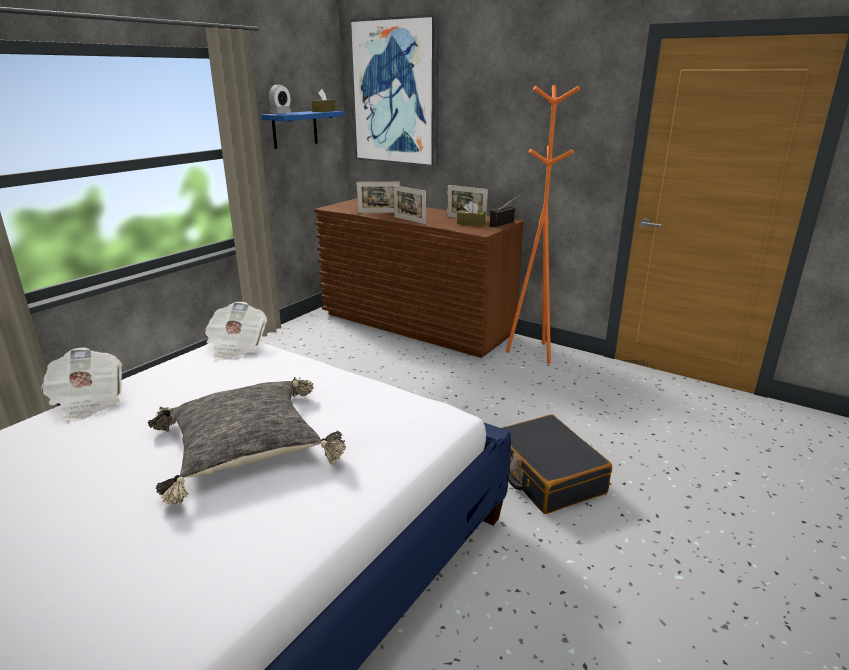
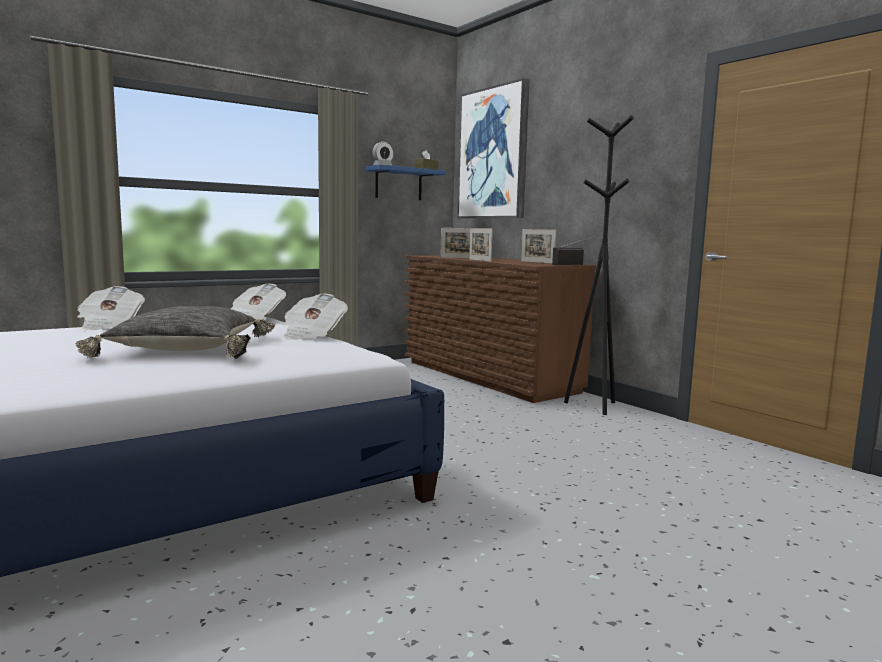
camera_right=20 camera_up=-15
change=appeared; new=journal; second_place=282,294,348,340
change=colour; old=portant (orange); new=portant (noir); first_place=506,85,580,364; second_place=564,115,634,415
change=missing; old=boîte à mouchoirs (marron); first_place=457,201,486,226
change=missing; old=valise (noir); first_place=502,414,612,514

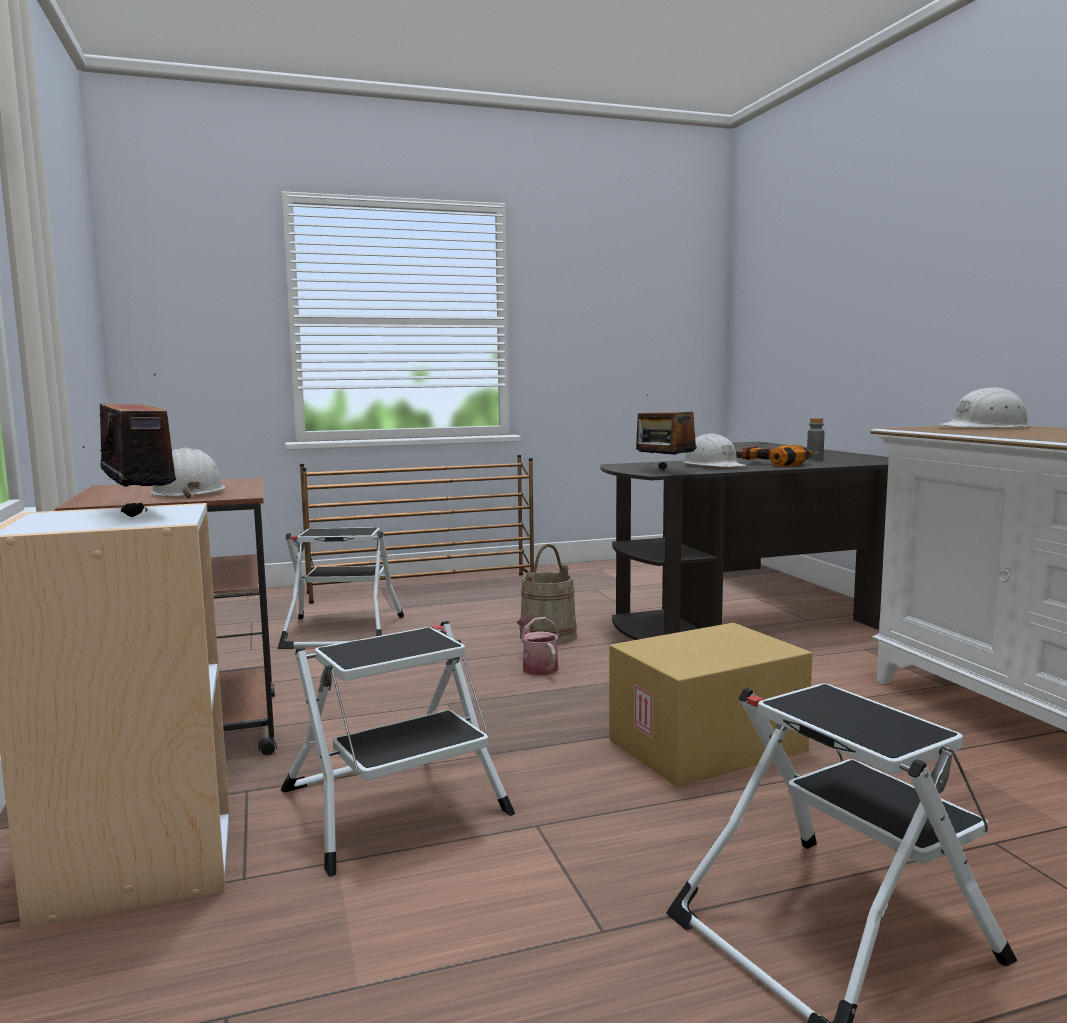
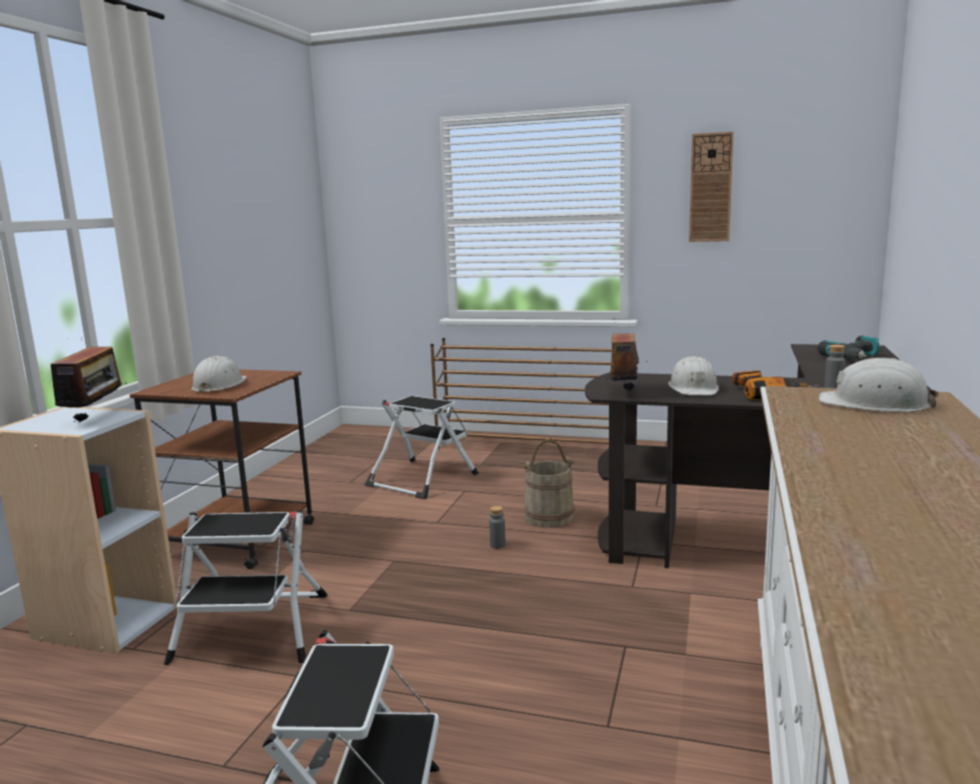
camera_right=35 camera_up=5
change=exchanged; old=arrosoir; new=bouteille (gris); first_place=517,617,559,675; second_place=489,506,506,549
change=appeared; new=horloge murale; second_place=689,131,734,242
change=appeared; new=perceuse; second_place=818,335,879,360
change=missing; old=carton; first_place=609,623,812,787

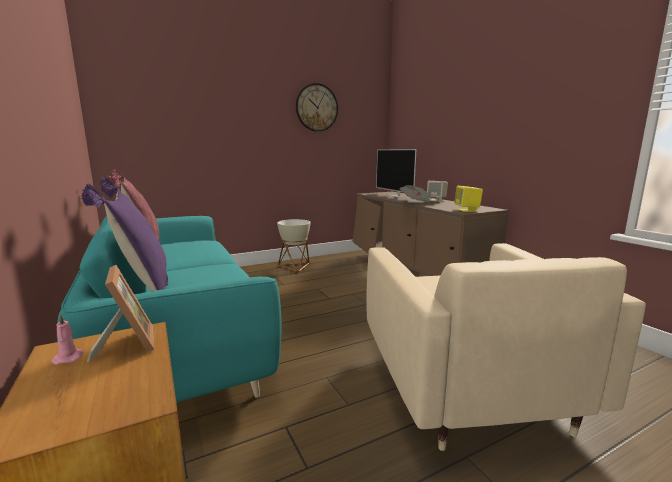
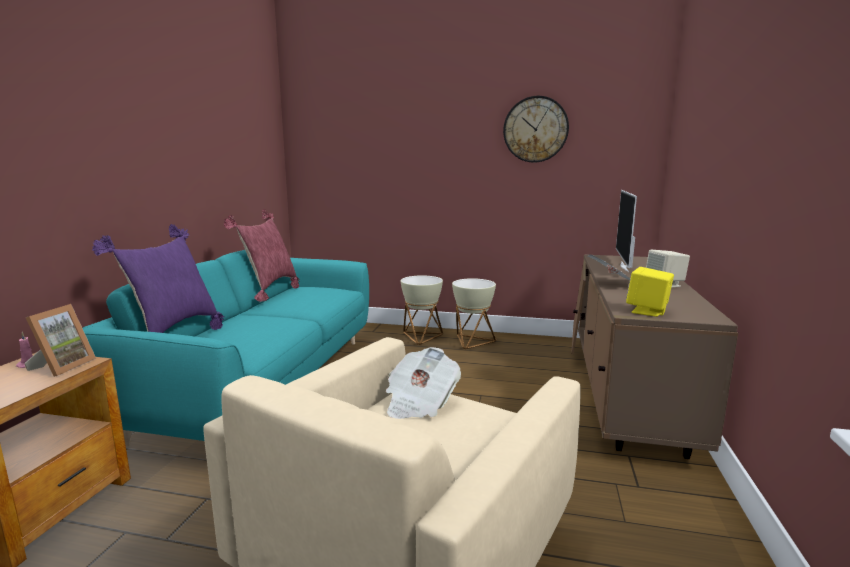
camera_right=40 camera_up=0
change=appeared; new=journal; second_place=386,347,461,419
change=appeared; new=cache-pot; second_place=401,275,443,345

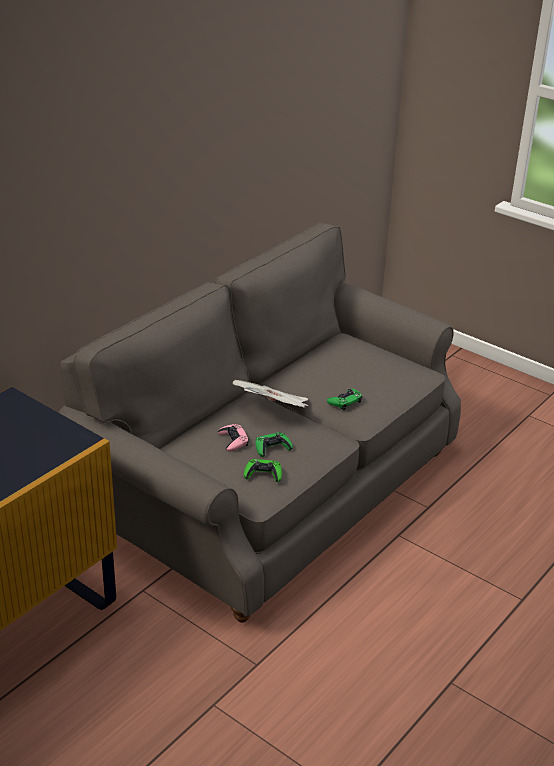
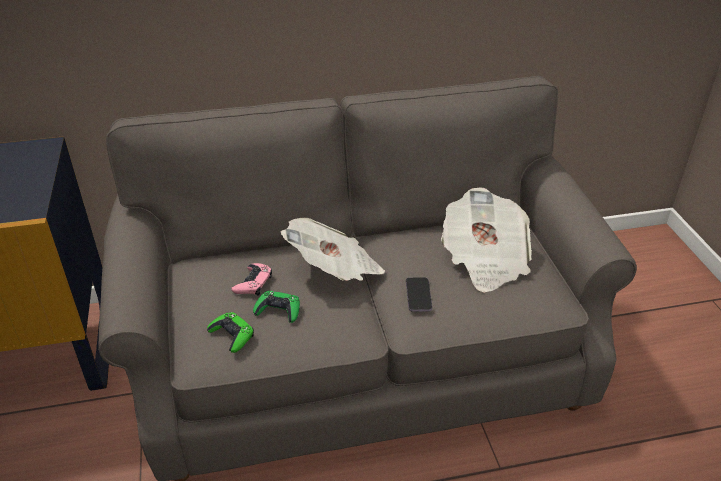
camera_right=40 camera_up=5
change=exchanged; old=manette (vert); new=téléphone; first_place=327,388,362,411; second_place=406,277,432,312
change=appeared; new=journal; second_place=441,187,532,293

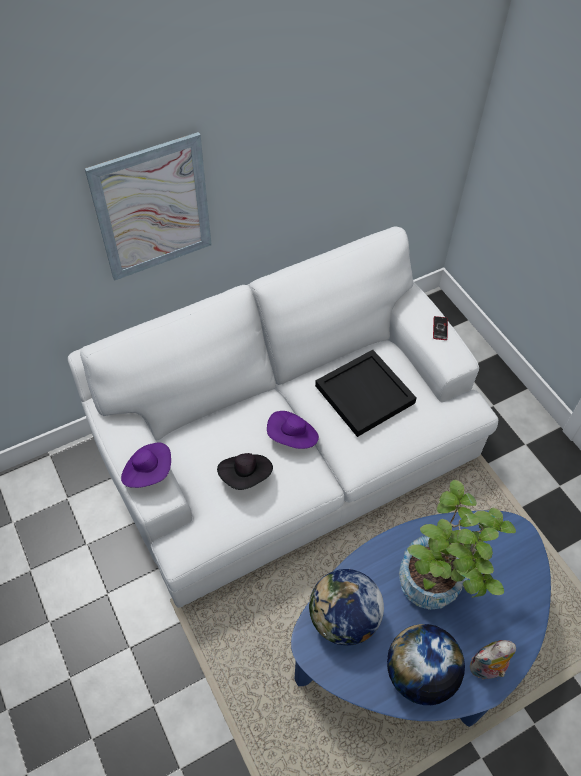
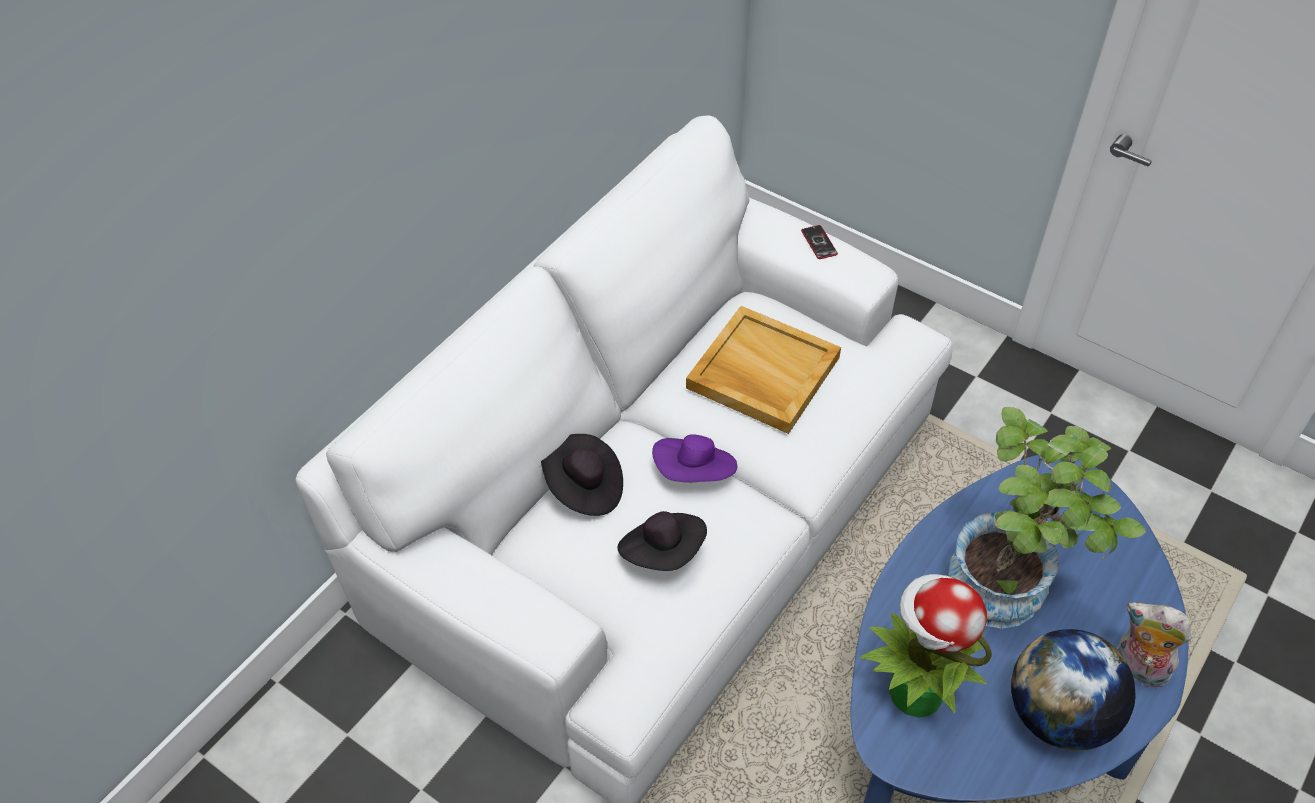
camera_right=-25 camera_up=-5
change=appeared; new=chapeau (noir); second_place=541,434,623,516
change=colour; old=plateau (noir); new=plateau (beige); first_place=315,350,417,437; second_place=686,306,841,434
change=exchanged; old=globe; new=plante en pot; first_place=309,569,384,646; second_place=860,574,992,718
change=spun; old=peluche; first_place=470,640,516,679; second_place=1116,602,1191,688; degrees=75
change=missing; old=tableau; first_place=85,132,212,281
change=missing; old=chapeau (violet); first_place=121,443,171,488

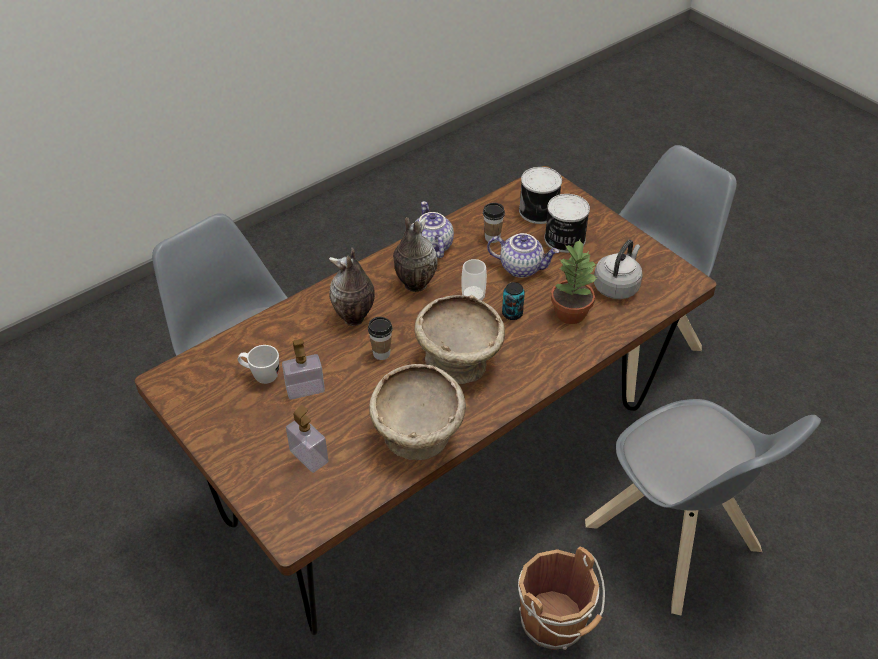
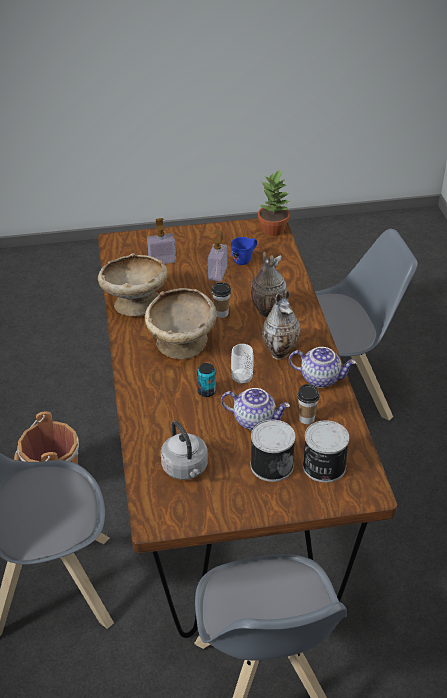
camera_right=120 camera_up=-5
change=spun; old=théière; first_place=487,233,559,278; second_place=221,388,290,430; degrees=-120
change=colour; old=mug (blanc); new=mug (bleu); first_place=238,345,279,384; second_place=231,237,257,265
change=relocated; old=plante en pot; first_place=551,239,598,324; second_place=258,170,290,236

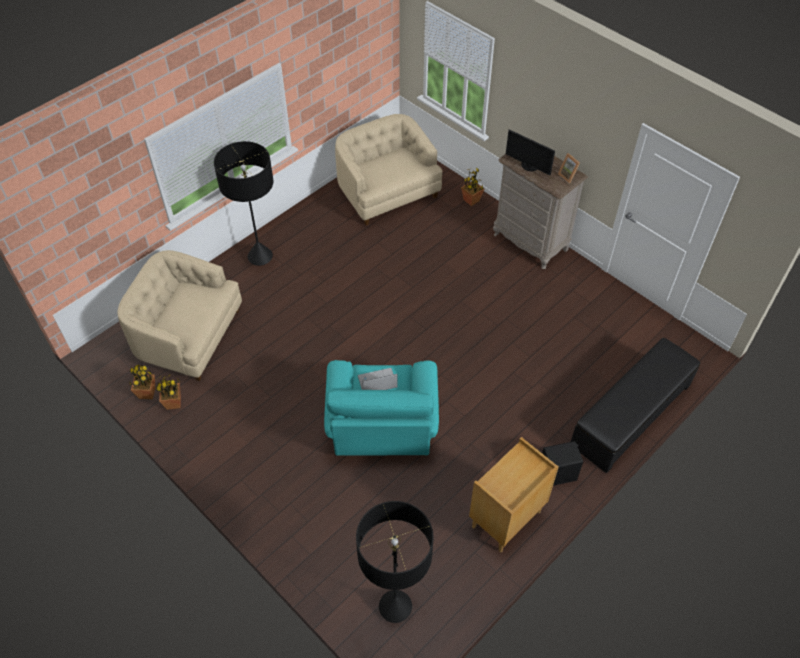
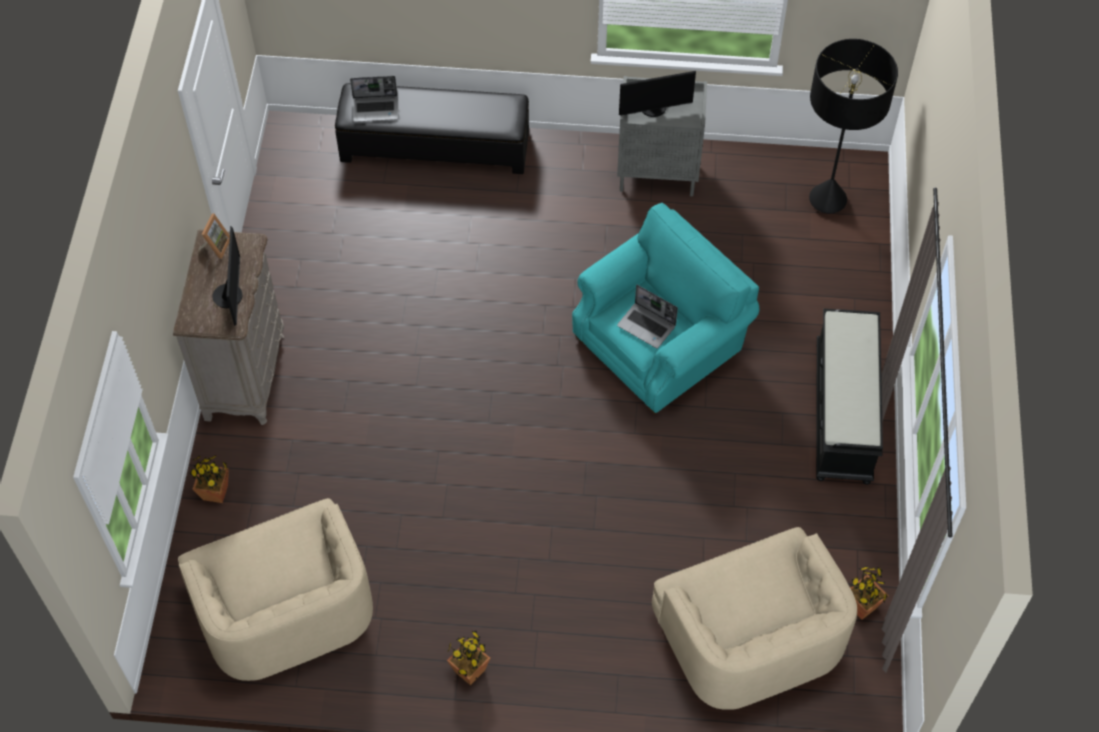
camera_right=-130 camera_up=5
change=spun; old=fauteuil (beige); first_place=335,114,443,225; second_place=178,498,373,681; degrees=-45
change=appeared; new=ordinateur portable; second_place=350,76,398,122
change=relocated; old=plante en pot; first_place=156,374,181,410; second_place=447,631,490,685
change=colour; old=meuble de rangement (marron); new=meuble de rangement (gris); first_place=469,437,558,553; second_place=617,76,707,196
change=appeared; new=écran d'ordinateur; second_place=619,71,696,117
change=appeared; new=banc (noir); second_place=816,309,883,485
change=missing; old=lampadaire (noir); first_place=214,141,273,266
change=missing; old=enceinte (noir); first_place=542,441,583,486

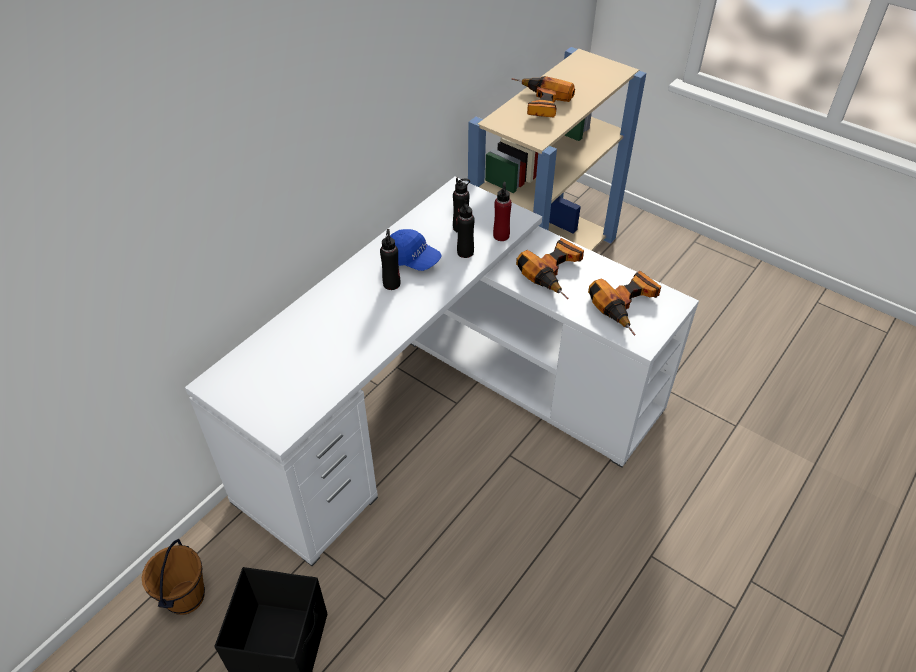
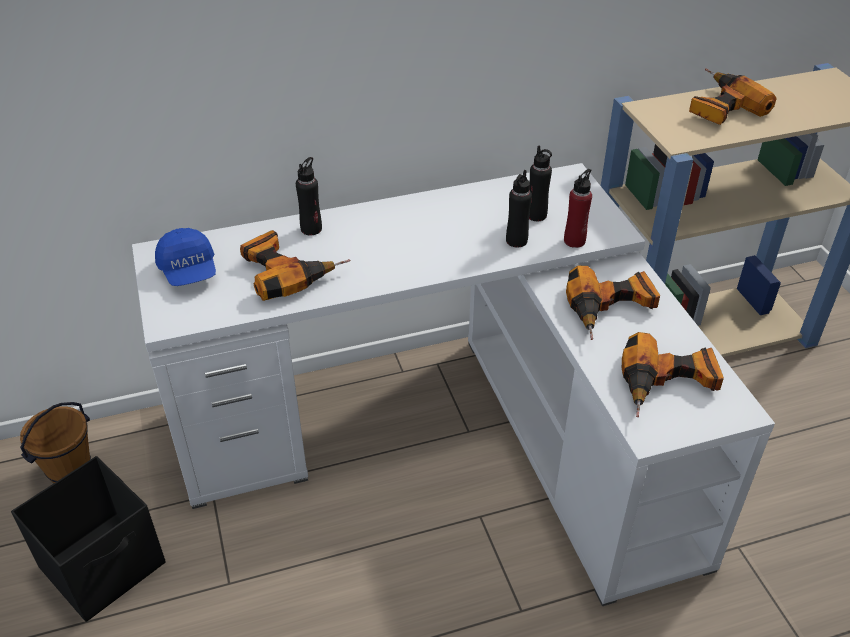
camera_right=35 camera_up=-5
change=relocated; old=casquette (bleu); first_place=390,229,441,271; second_place=155,228,216,286
change=appeared; new=perceuse; second_place=240,230,350,301
change=relocated; old=bouteille (noir); first_place=380,229,400,290; second_place=296,157,322,235

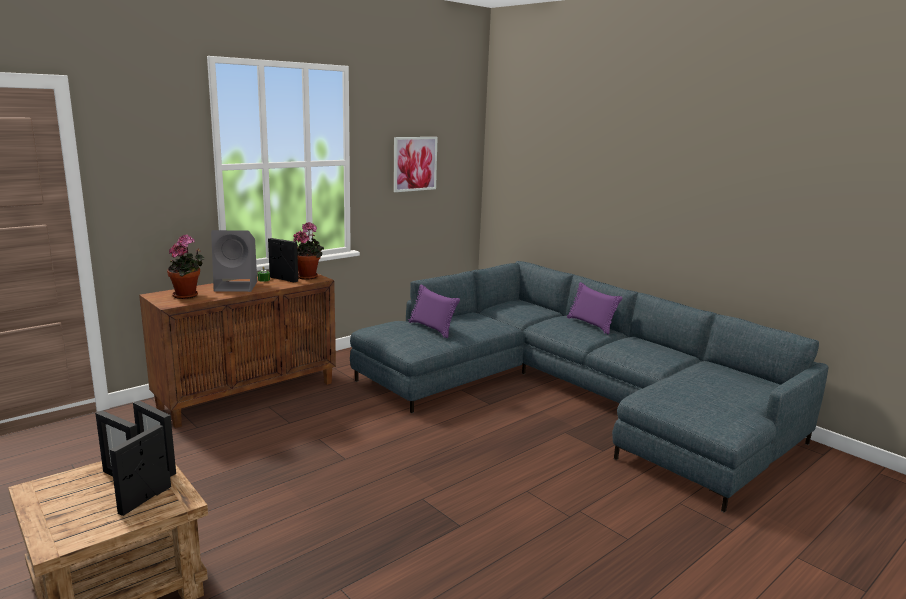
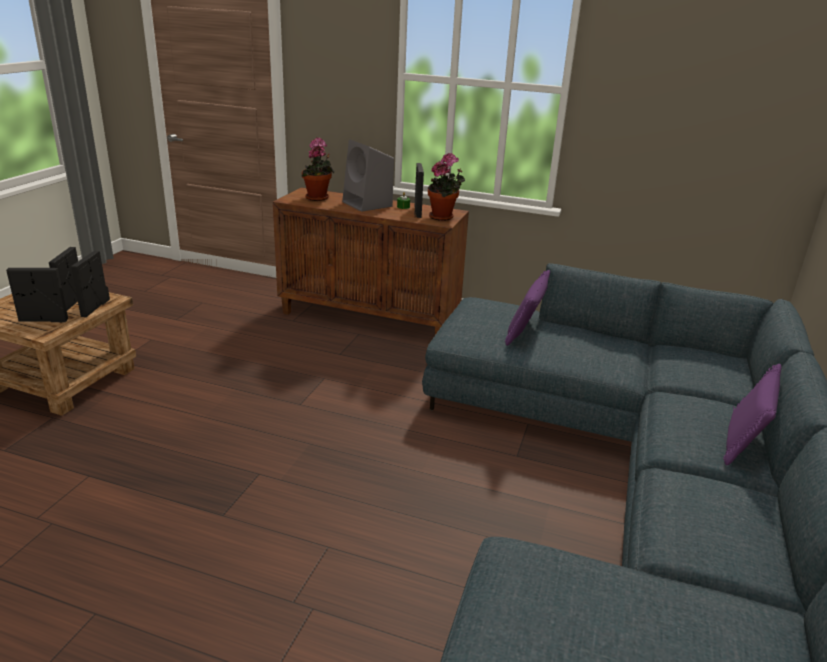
camera_right=60 camera_up=10
change=missing; old=tableau; first_place=393,137,438,192

